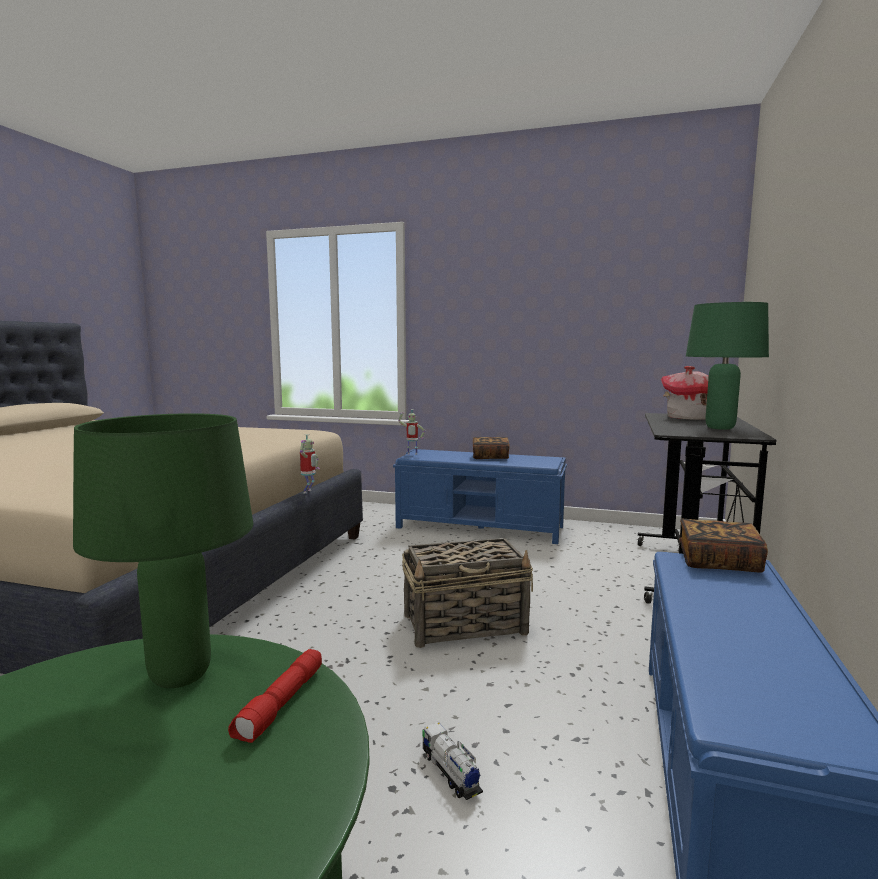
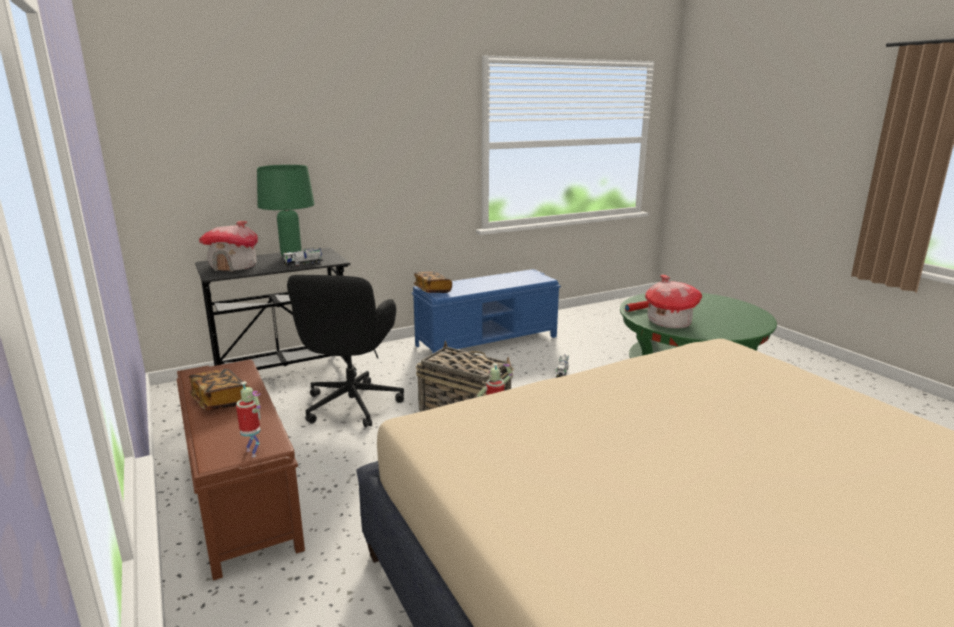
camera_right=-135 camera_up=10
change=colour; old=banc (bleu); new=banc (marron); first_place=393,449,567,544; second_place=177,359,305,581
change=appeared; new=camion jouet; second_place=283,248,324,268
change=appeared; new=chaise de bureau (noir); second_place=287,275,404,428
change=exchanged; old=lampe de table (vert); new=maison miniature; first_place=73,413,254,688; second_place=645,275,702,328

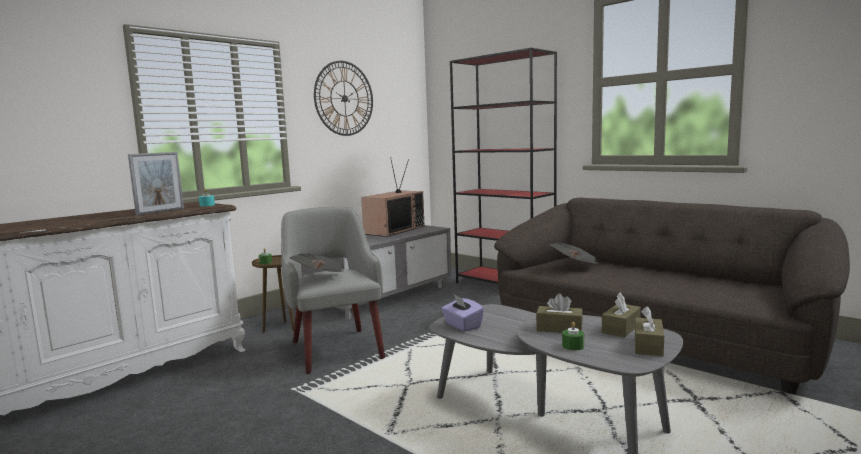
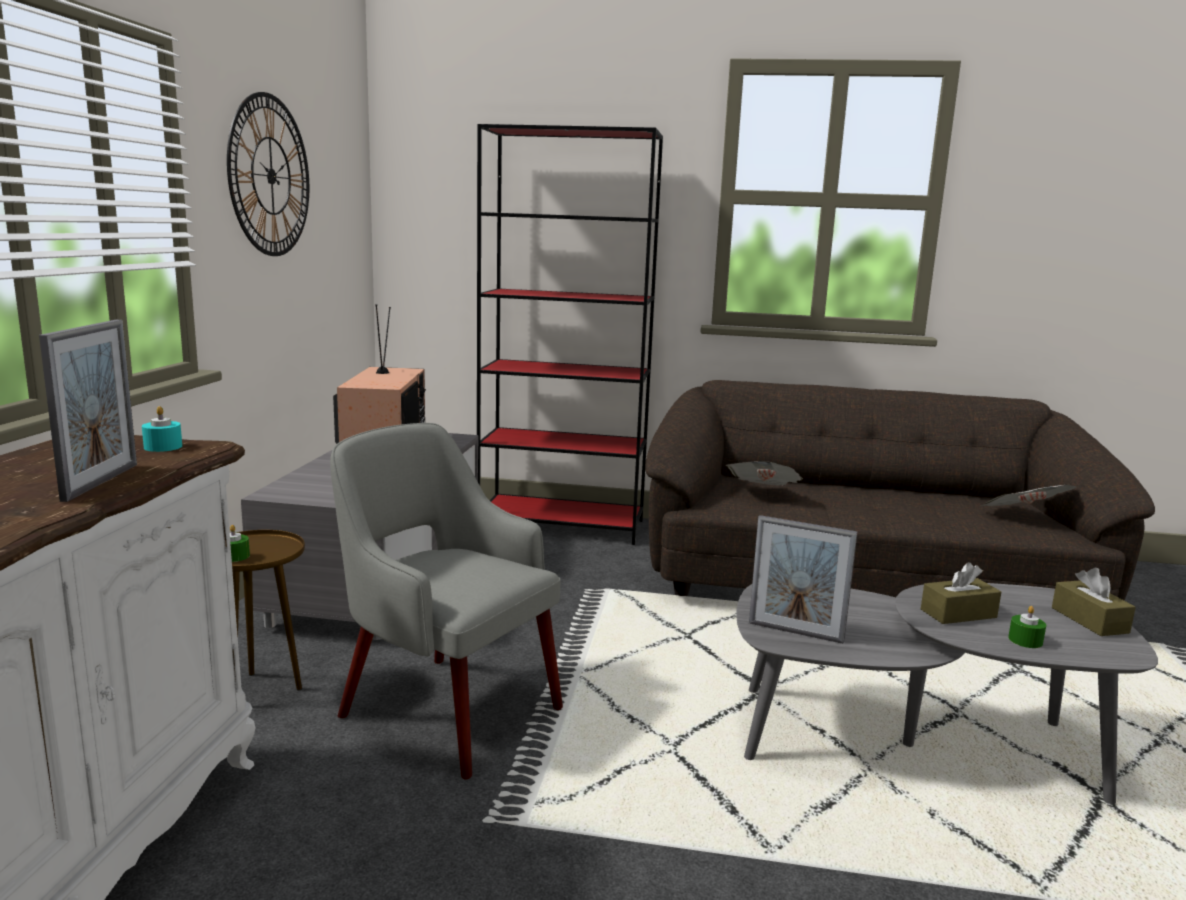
camera_right=-35 camera_up=5
change=exchanged; old=boîte à mouchoirs (violet); new=cadre photo; first_place=441,294,484,332; second_place=749,515,857,644
change=relocated; old=journal; first_place=289,253,345,272; second_place=981,484,1076,506
change=missing; old=boîte à mouchoirs (marron); first_place=602,292,641,338

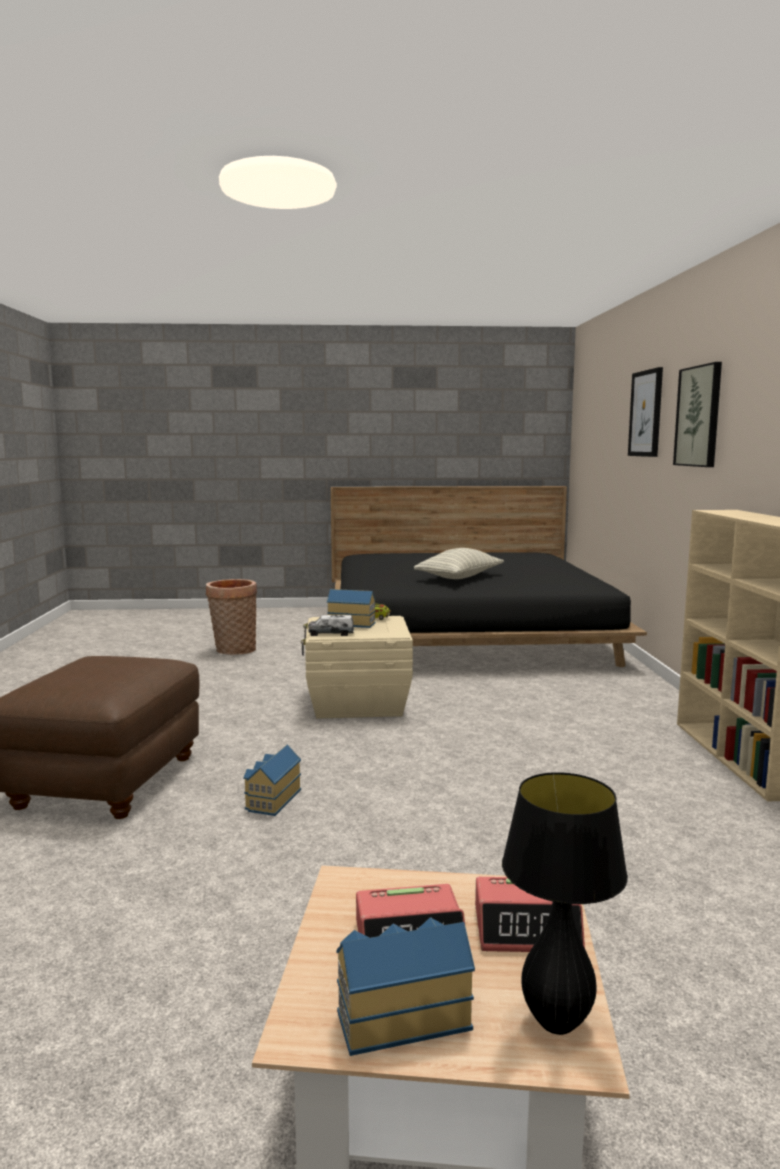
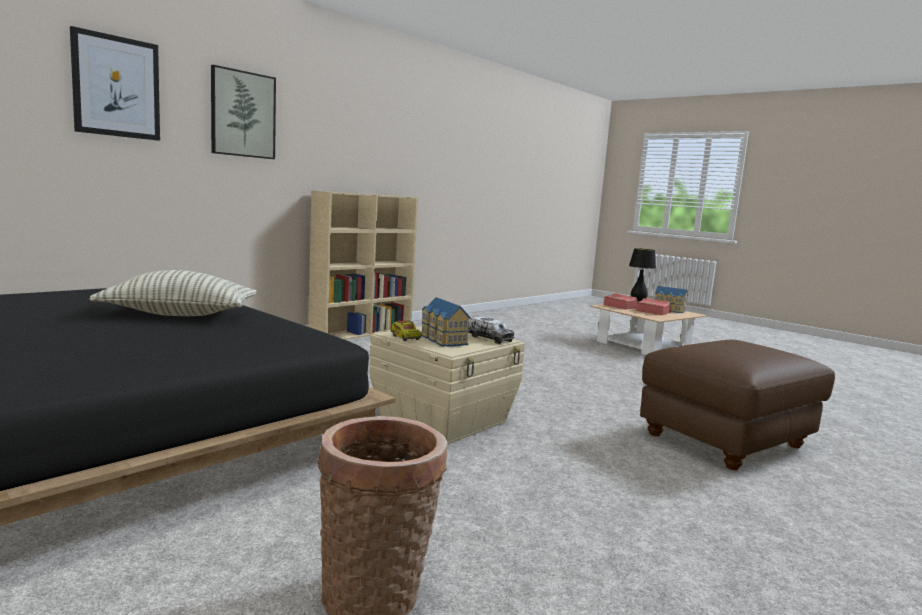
camera_right=-135 camera_up=0
change=missing; old=maison miniature; first_place=243,744,301,816

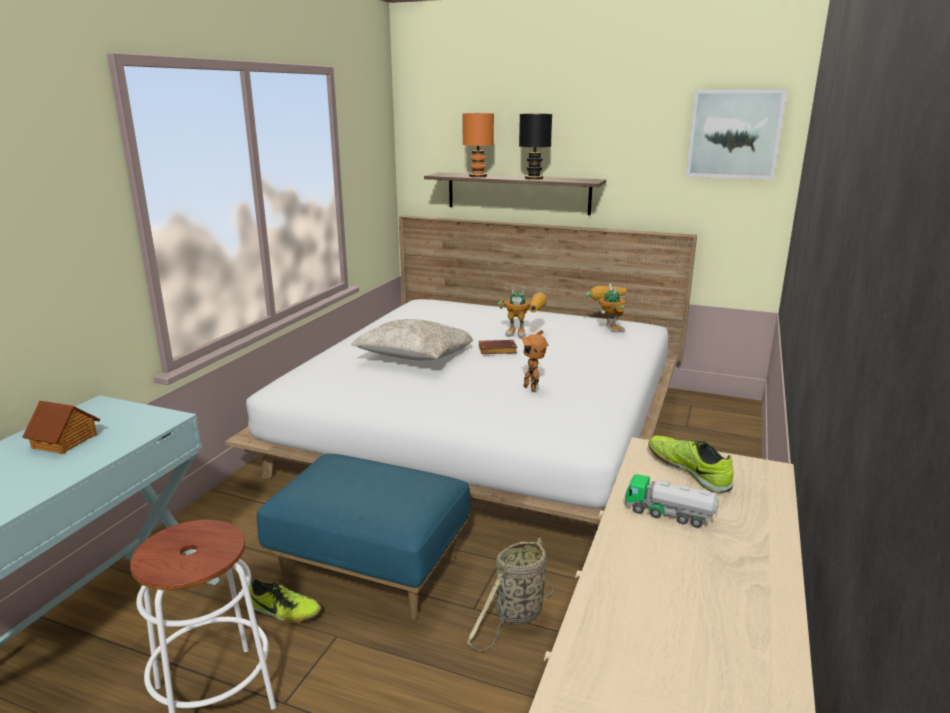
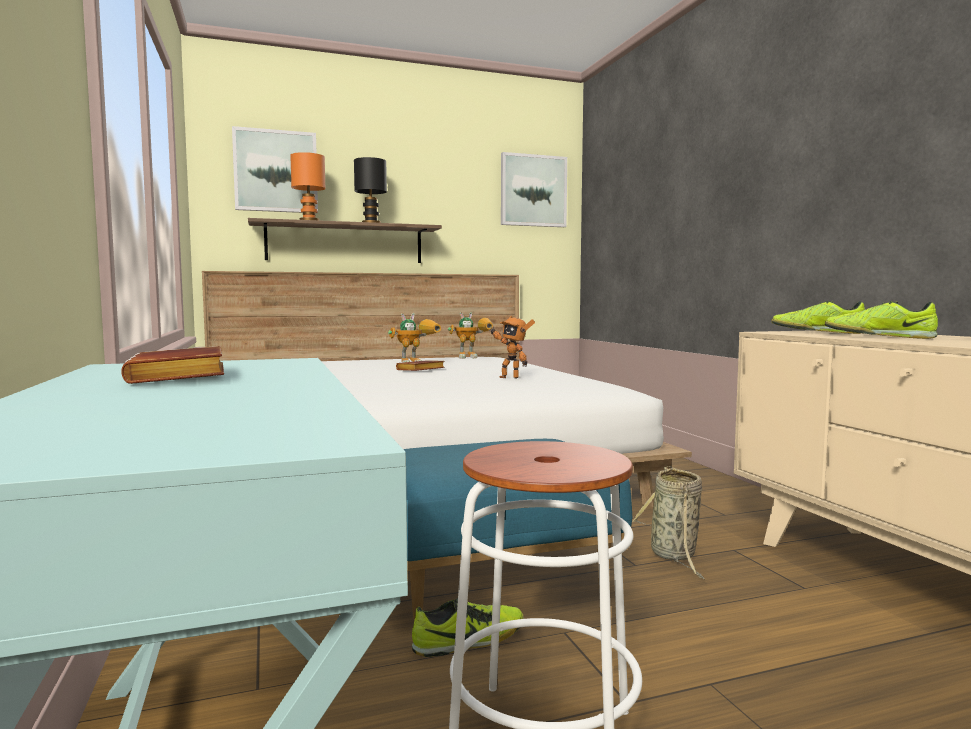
camera_right=-40 camera_up=-15
change=exchanged; old=maison miniature; new=livre (marron); first_place=22,401,100,454; second_place=121,346,224,384
change=appeared; new=tableau; second_place=232,126,318,213
change=spun; old=robot jouet; first_place=586,284,626,332; second_place=448,312,493,359; degrees=135
change=exchanged; old=camion jouet; new=chaussure; first_place=625,474,719,528; second_place=825,301,938,339
change=missing; old=coussin (beige); first_place=351,319,473,361

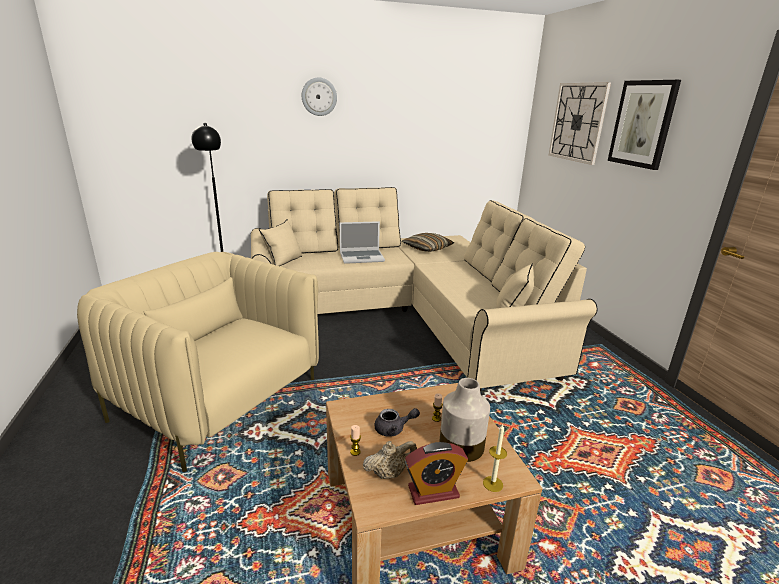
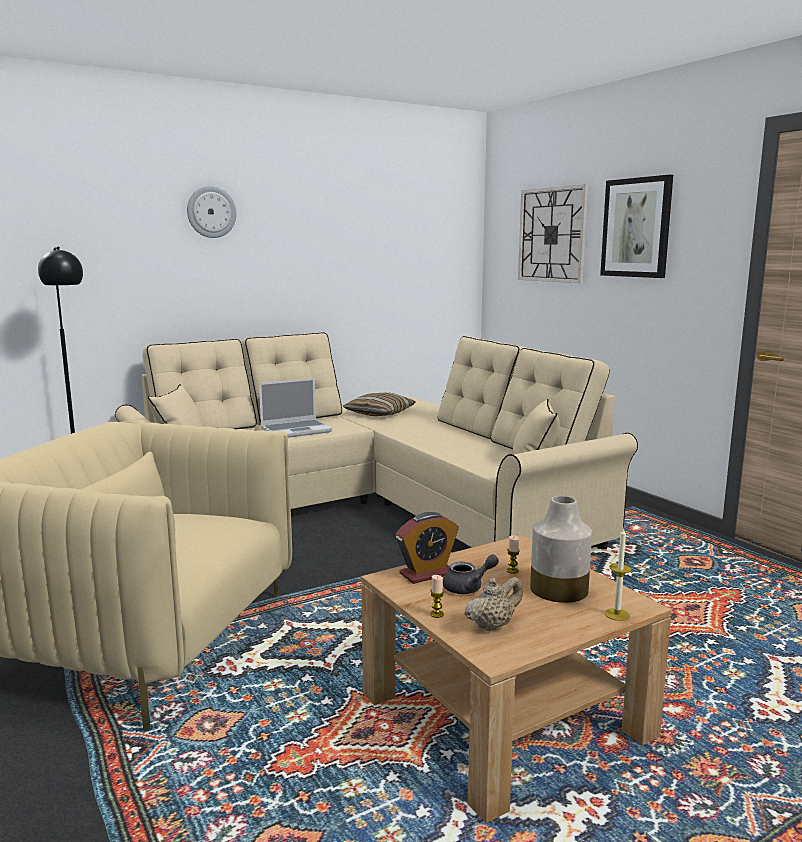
camera_right=-15 camera_up=-10
change=relocated; old=réveil; first_place=405,442,468,505; second_place=396,512,459,584

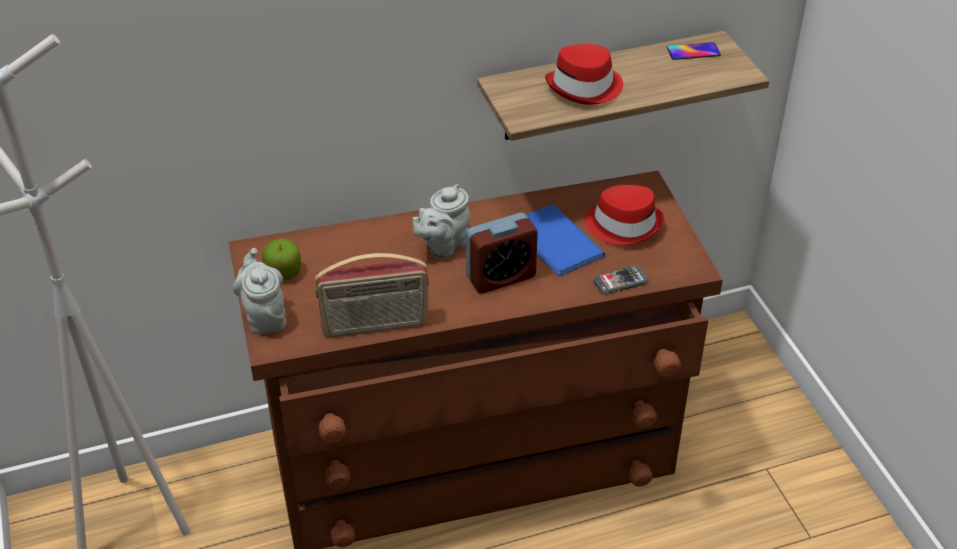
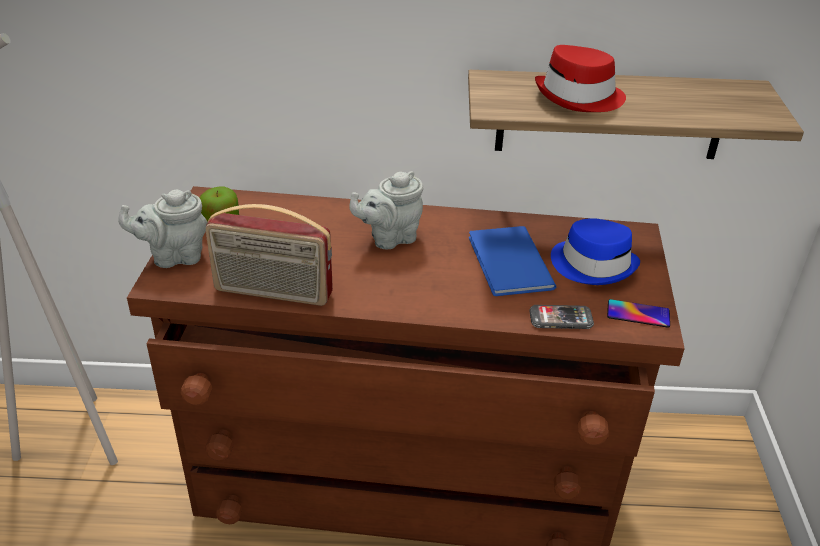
camera_right=20 camera_up=-5
change=spun; old=théière (gris); first_place=233,248,286,334; second_place=118,190,207,268; degrees=-105
change=colour; old=chapeau (rouge); new=chapeau (bleu); first_place=584,185,664,245; second_place=551,218,640,285
change=relocated; old=téléphone; first_place=667,42,721,60; second_place=607,299,670,328
change=missing; old=réveil; first_place=466,213,538,294

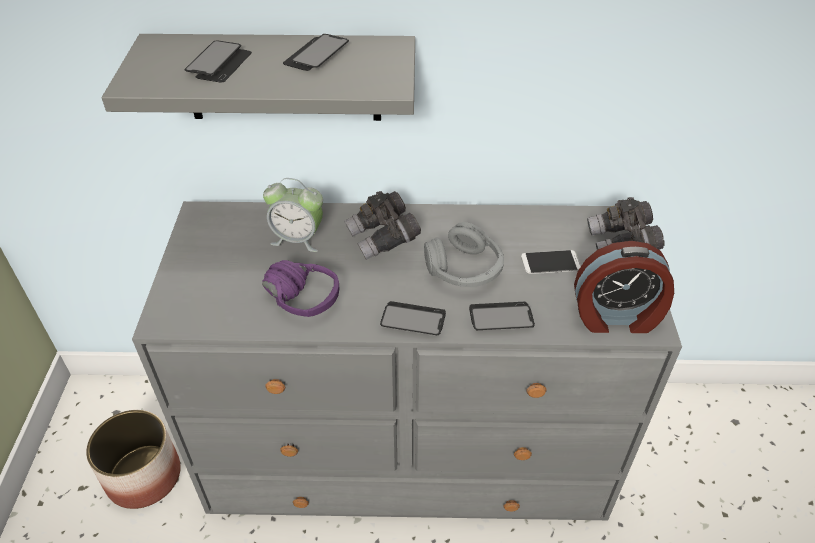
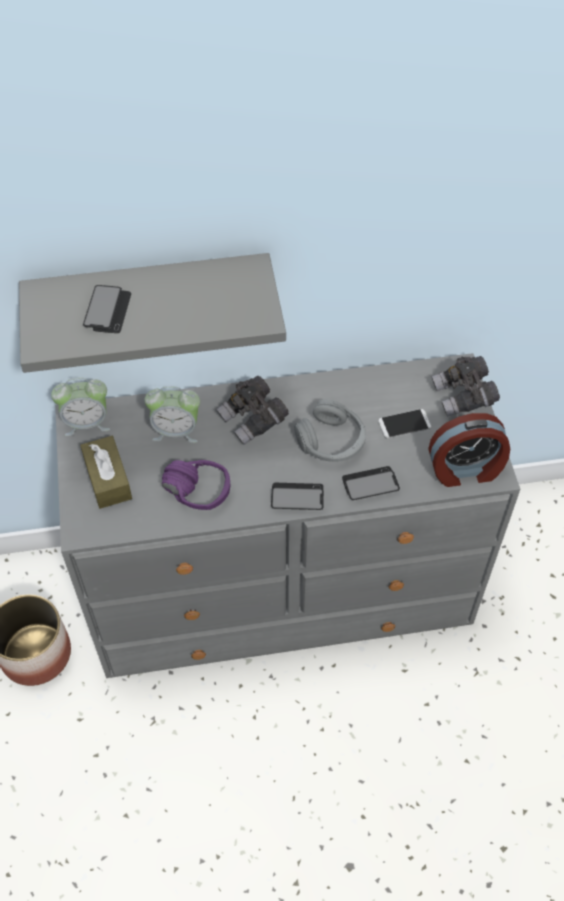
camera_right=-10 camera_up=10
change=appeared; new=réveil; second_place=51,377,110,436
change=appeared; new=boîte à mouchoirs (marron); second_place=80,436,132,509
change=missing; old=téléphone; first_place=283,34,349,71

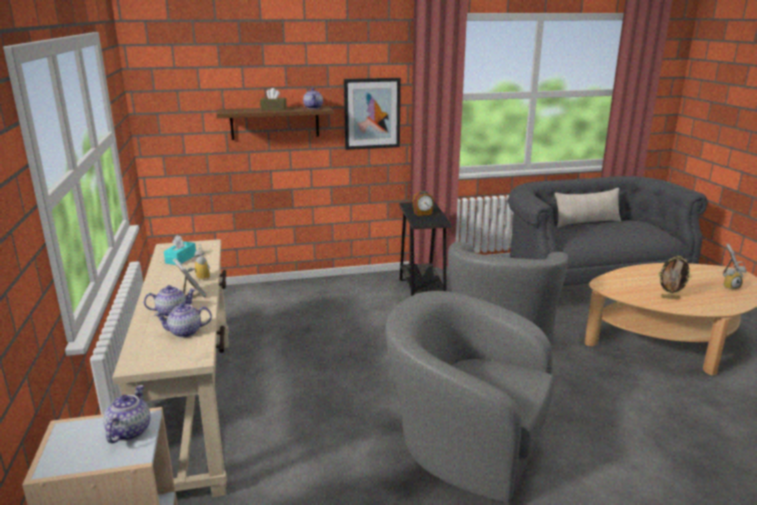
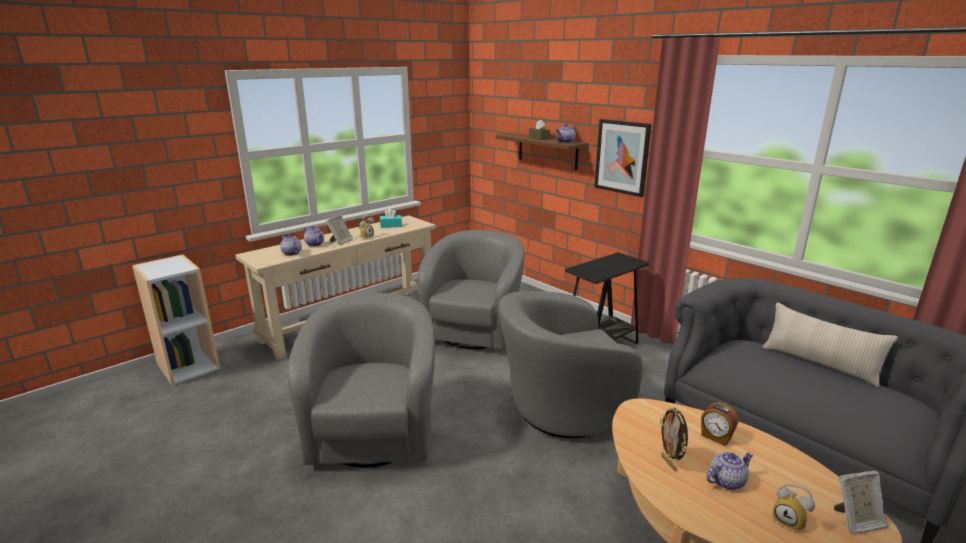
camera_right=60 camera_up=0
change=appeared; new=fauteuil (gris); second_place=418,230,524,350
change=relocated; old=réveil; first_place=413,191,434,216; second_place=701,402,738,446
change=relocated; old=théière; first_place=103,385,151,443; second_place=706,452,754,490

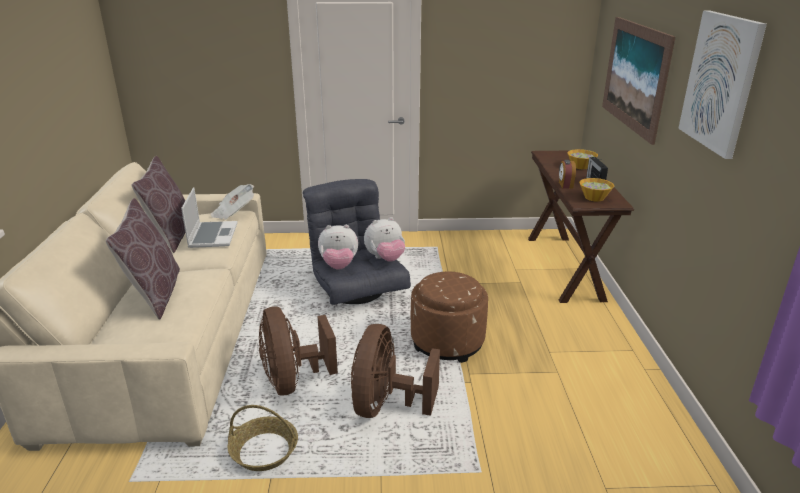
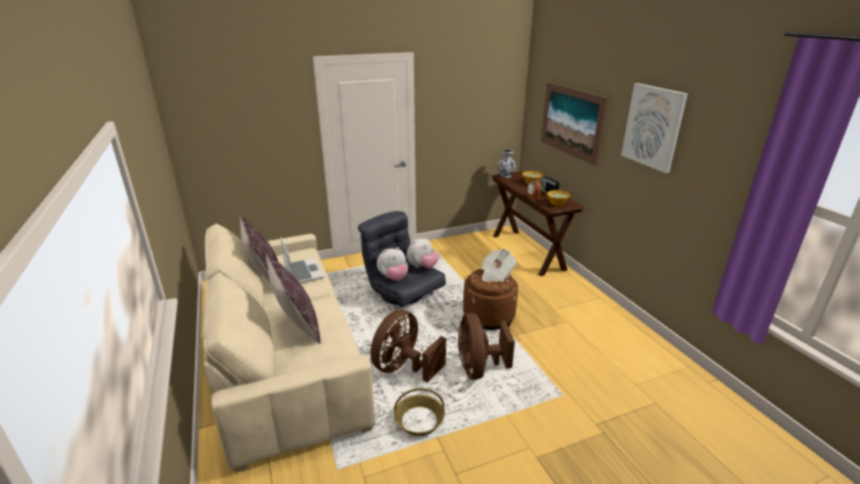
camera_right=-20 camera_up=0
change=spun; old=ventilateur (marron); first_place=259,306,338,395; second_place=370,310,446,382; degrees=75
change=relocated; old=journal; first_place=210,184,254,220; second_place=481,249,517,282
change=appeared; new=vase; second_place=497,149,516,178

